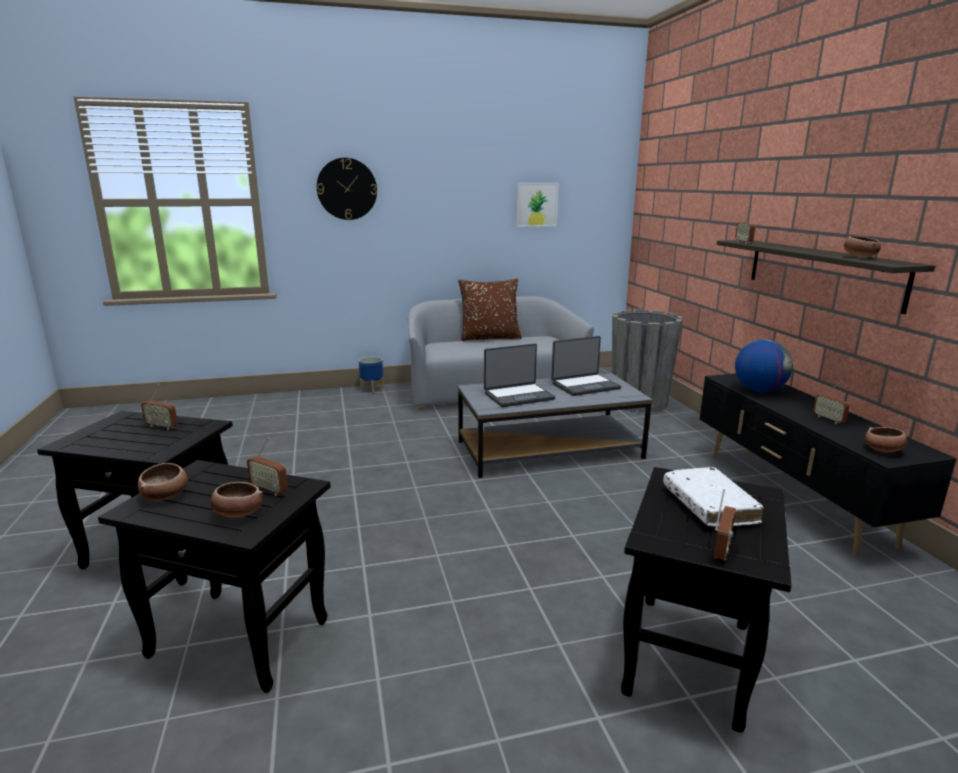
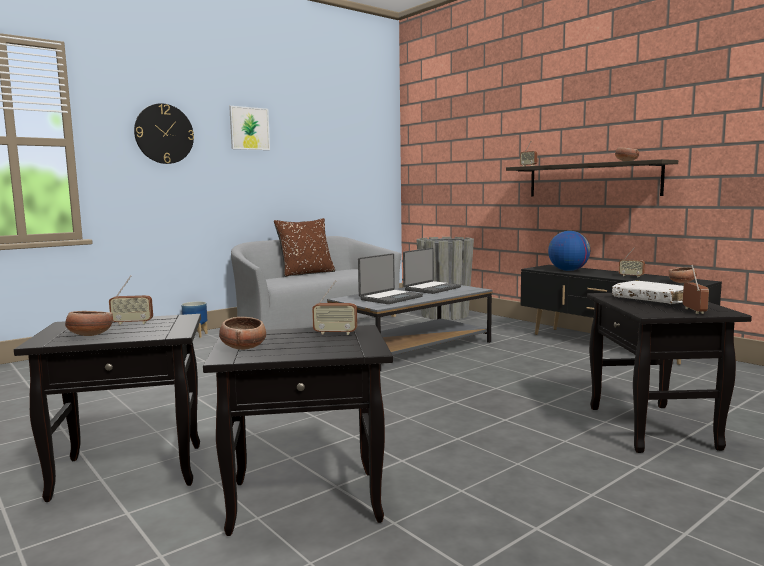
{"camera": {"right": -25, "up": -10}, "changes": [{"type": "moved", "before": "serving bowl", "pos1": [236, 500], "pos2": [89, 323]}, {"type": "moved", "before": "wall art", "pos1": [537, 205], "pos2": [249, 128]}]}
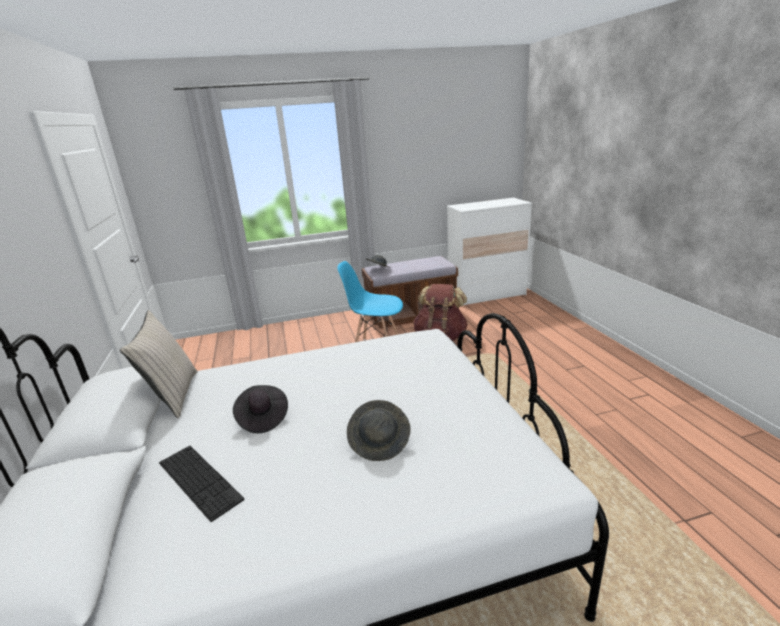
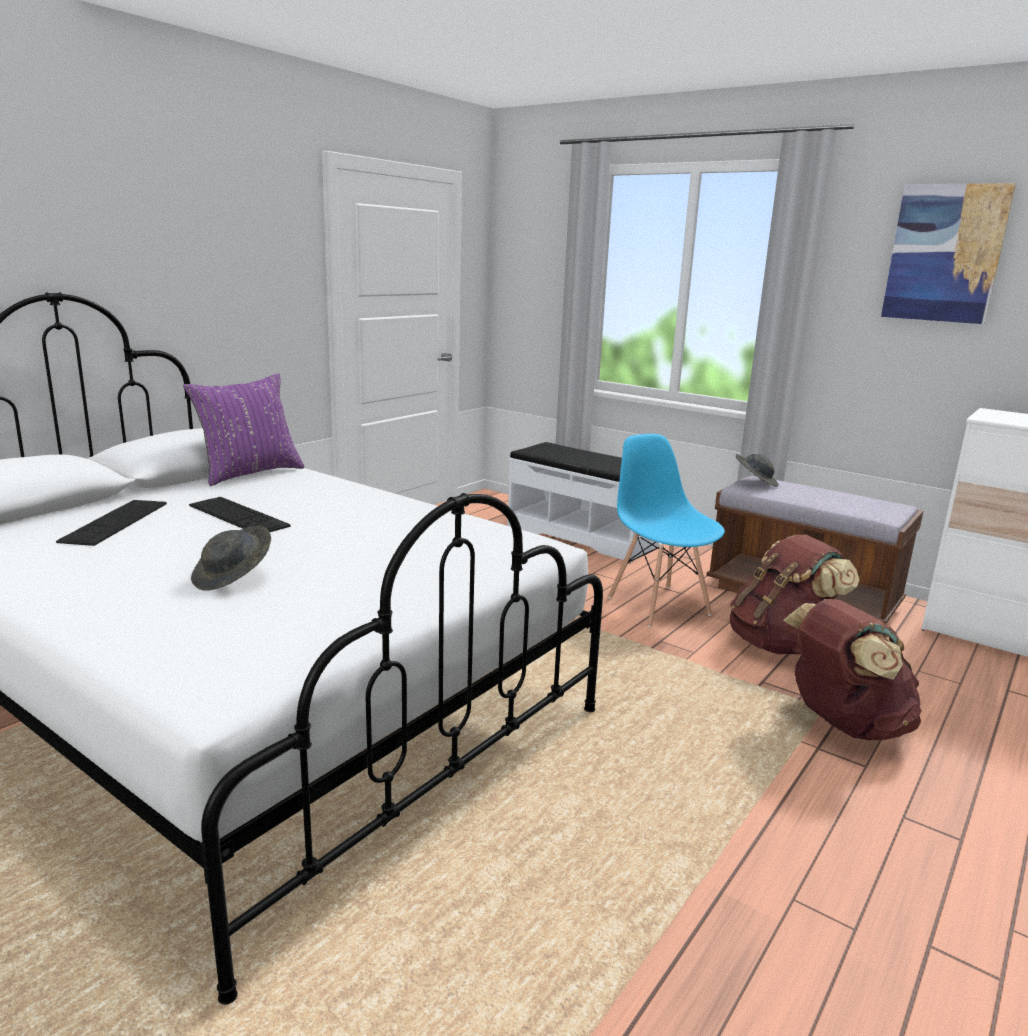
{"camera": {"right": 50, "up": -5}, "changes": [{"type": "recoloured", "before": "throw pillow (beige-coloured)", "after": "throw pillow (purple)", "pos1": [158, 364], "pos2": [243, 429]}, {"type": "replaced", "before": "clothing hat (black)", "after": "PC keyboard", "pos1": [260, 409], "pos2": [240, 514]}, {"type": "added", "after": "long seat (whitish)", "pos2": [583, 502]}, {"type": "added", "after": "knapsack (brown-coloured)", "pos2": [852, 669]}, {"type": "added", "after": "wall art", "pos2": [948, 253]}]}
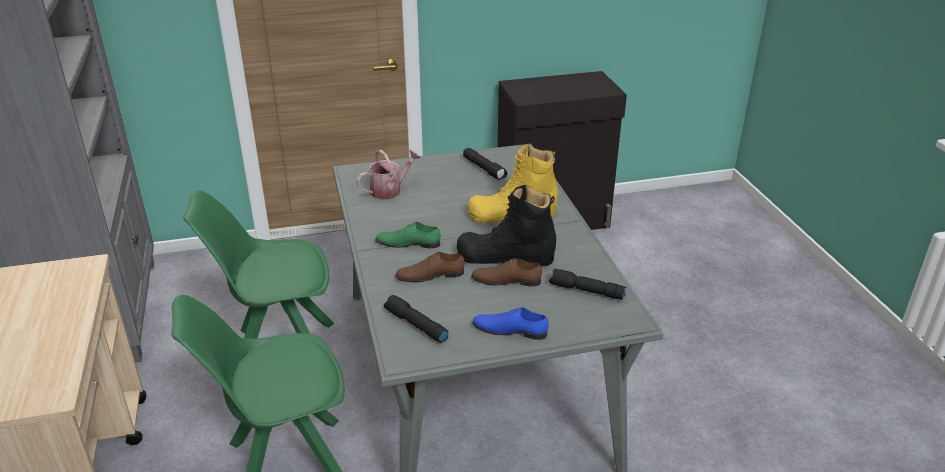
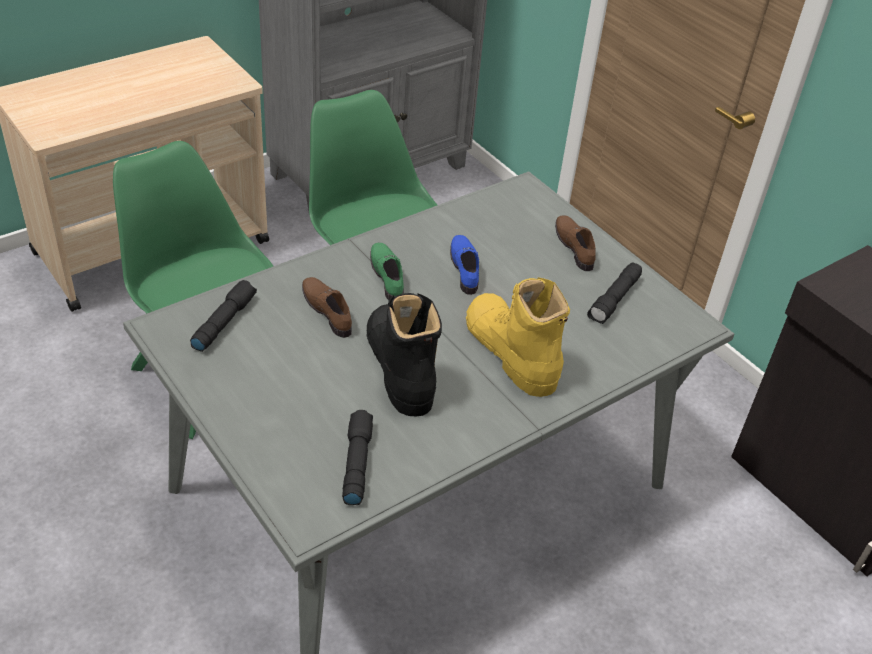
{"camera": {"right": 65, "up": 10}, "changes": [{"type": "removed", "before": "watering pot", "pos1": [389, 175]}, {"type": "moved", "before": "low shoe (brown-coloured)", "pos1": [506, 272], "pos2": [575, 243]}, {"type": "moved", "before": "low shoe (bluish)", "pos1": [510, 323], "pos2": [464, 265]}]}
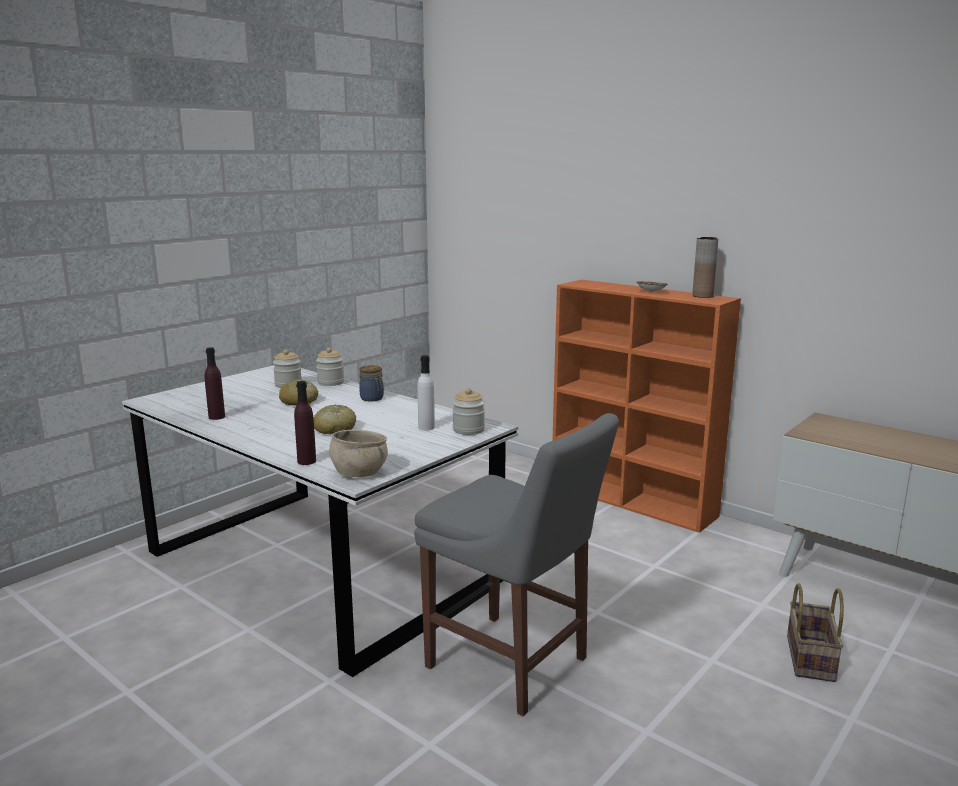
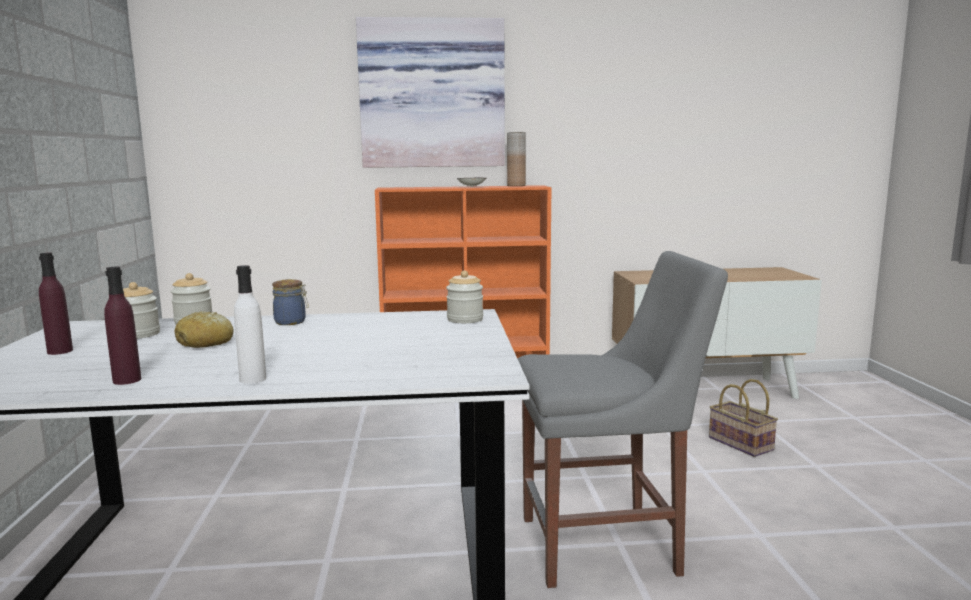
{"camera": {"right": -45, "up": -5}, "changes": [{"type": "moved", "before": "bottle (purple)", "pos1": [305, 423], "pos2": [56, 304]}, {"type": "removed", "before": "bread", "pos1": [334, 419]}, {"type": "removed", "before": "serving bowl (beige-coloured)", "pos1": [358, 453]}, {"type": "moved", "before": "bottle (whitish)", "pos1": [426, 393], "pos2": [250, 324]}, {"type": "added", "after": "wall art", "pos2": [430, 92]}]}
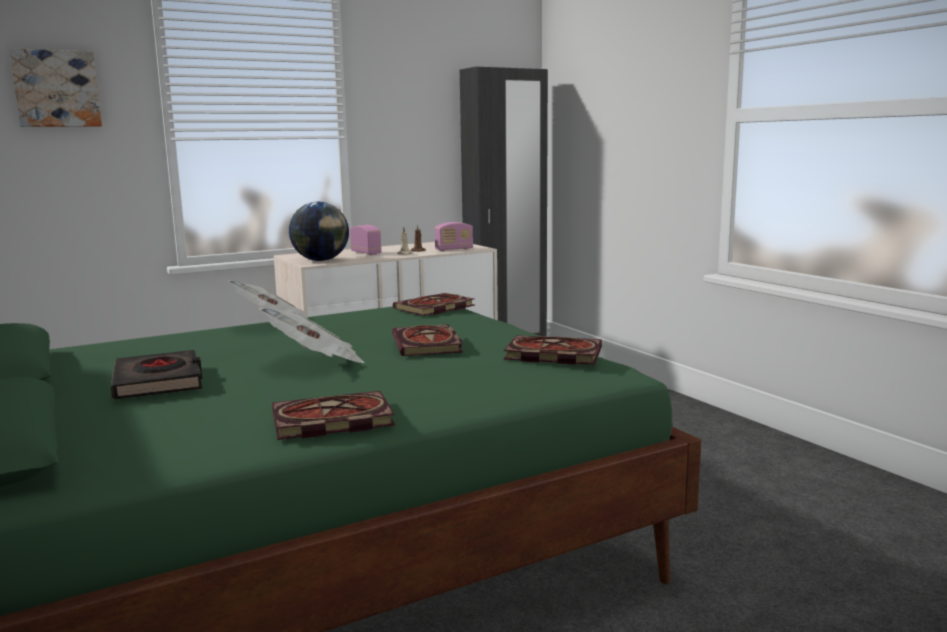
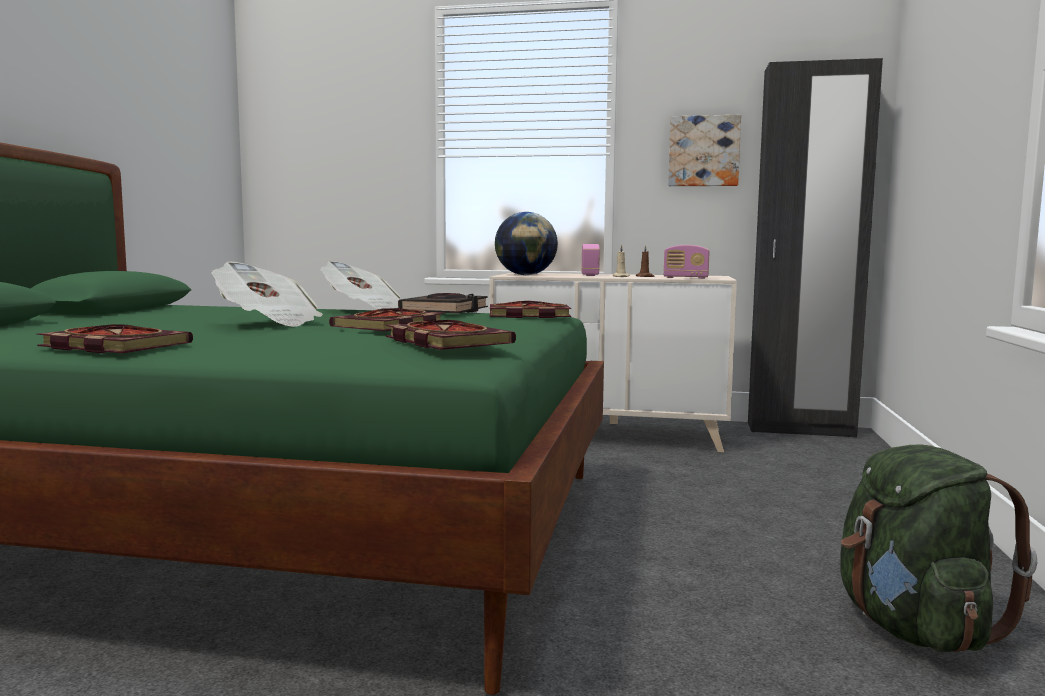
{"camera": {"right": 40, "up": -5}, "changes": [{"type": "moved", "before": "wall art", "pos1": [55, 87], "pos2": [704, 150]}, {"type": "moved", "before": "volume (black)", "pos1": [156, 374], "pos2": [443, 303]}, {"type": "added", "after": "knapsack (green)", "pos2": [939, 548]}]}
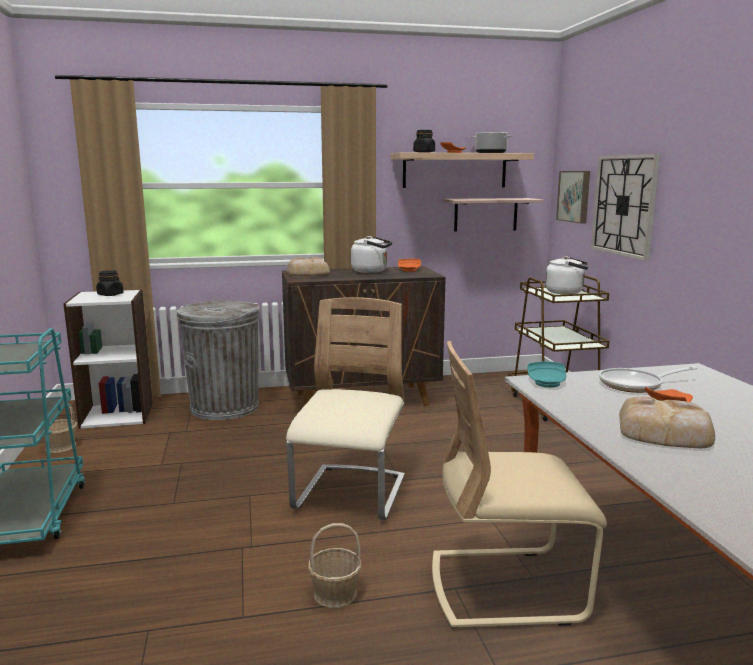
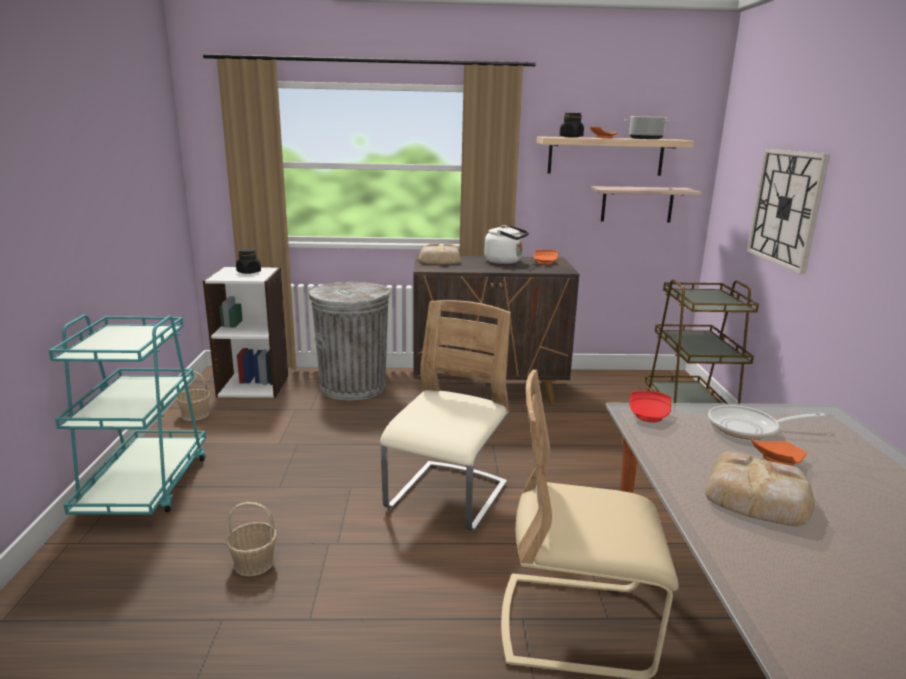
{"camera": {"right": 10, "up": 5}, "changes": [{"type": "moved", "before": "basket", "pos1": [334, 565], "pos2": [251, 539]}, {"type": "recoloured", "before": "flat dish (turquoise-coloured)", "after": "flat dish (reddish)", "pos1": [547, 374], "pos2": [650, 406]}, {"type": "removed", "before": "tea kettle (whitish)", "pos1": [566, 275]}, {"type": "removed", "before": "wall art", "pos1": [573, 197]}]}
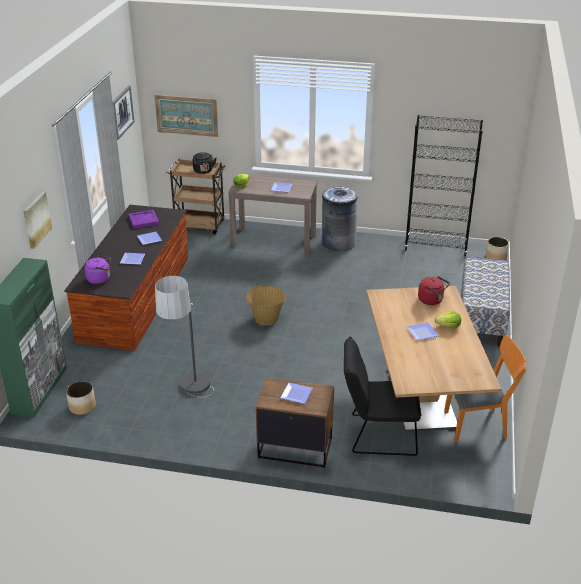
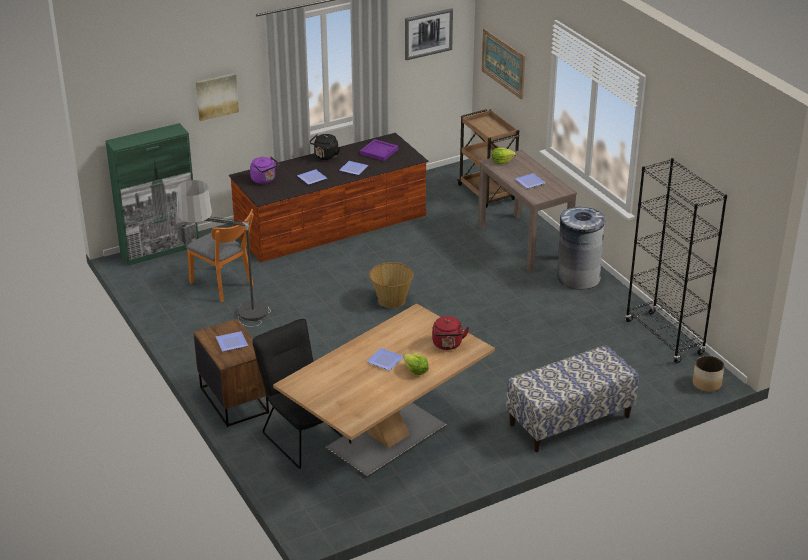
{"camera": {"right": 50, "up": 0}, "changes": [{"type": "removed", "before": "flower pot", "pos1": [81, 398]}, {"type": "moved", "before": "tea kettle (black)", "pos1": [204, 163], "pos2": [324, 147]}, {"type": "moved", "before": "plain chair (orange-coloured)", "pos1": [485, 388], "pos2": [220, 255]}]}
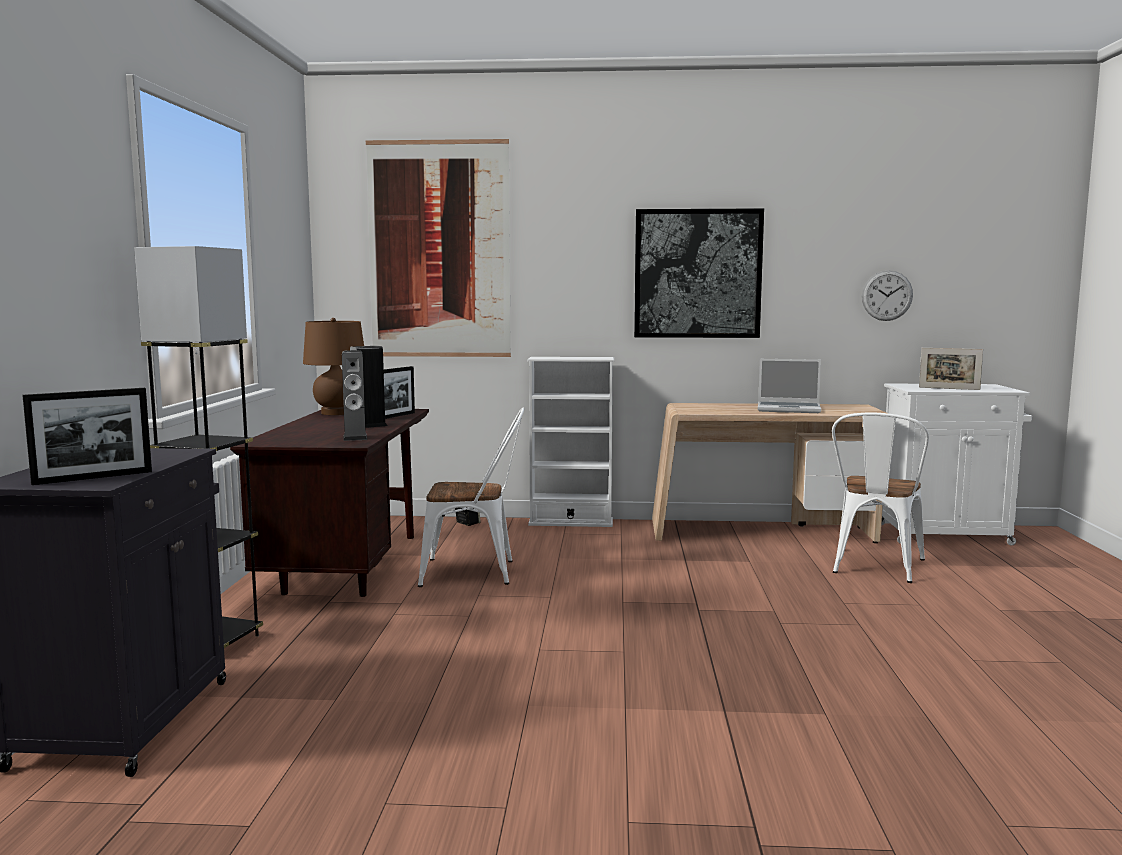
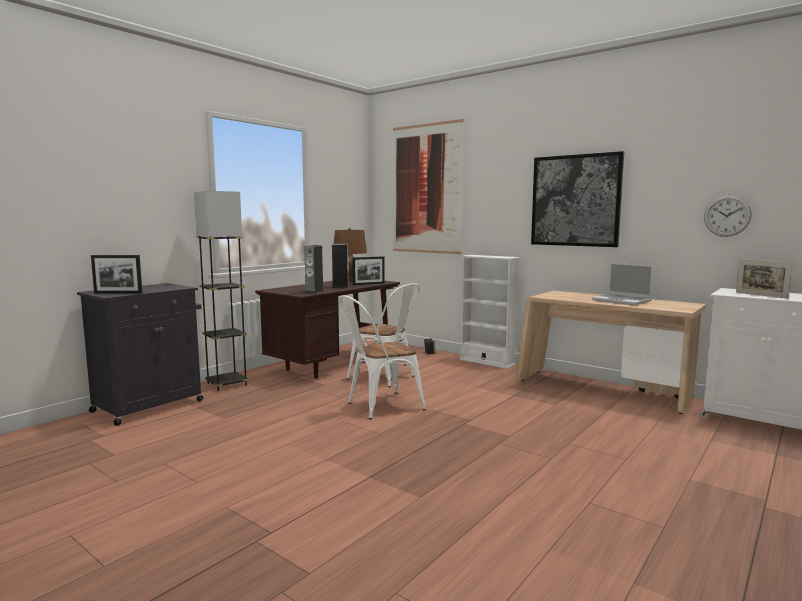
{"camera": {"right": 35, "up": 0}, "changes": [{"type": "moved", "before": "plain chair (whitish)", "pos1": [880, 498], "pos2": [382, 357]}]}
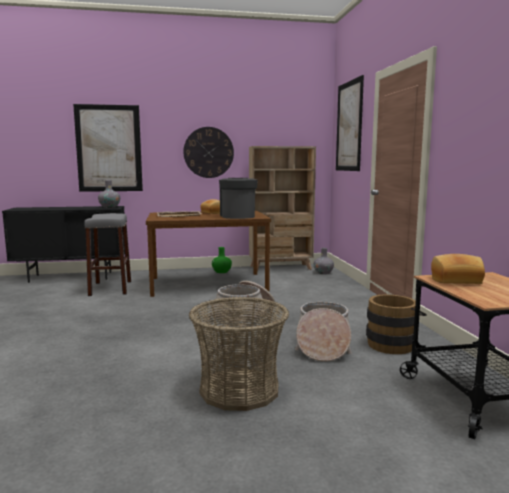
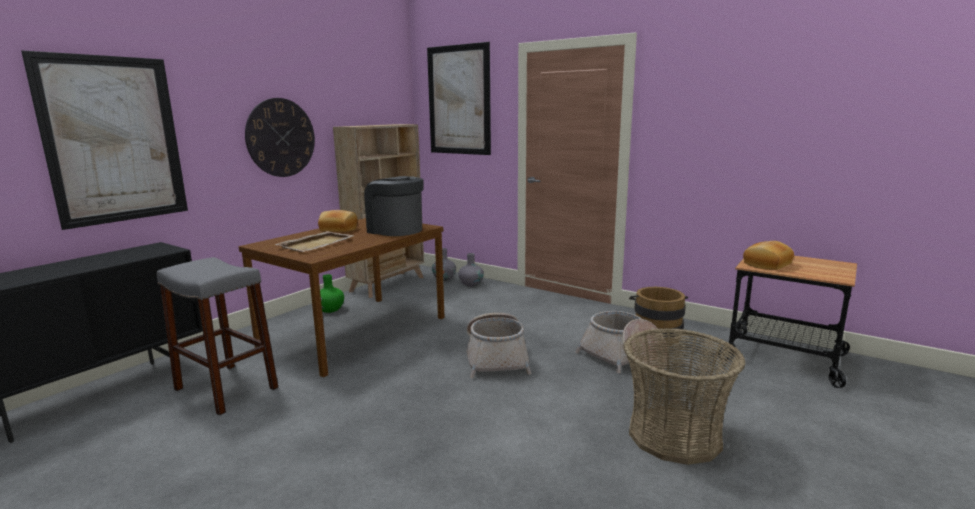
{"camera": {"right": -45, "up": 5}, "changes": [{"type": "moved", "before": "flower vase (gray)", "pos1": [109, 194], "pos2": [471, 270]}]}
